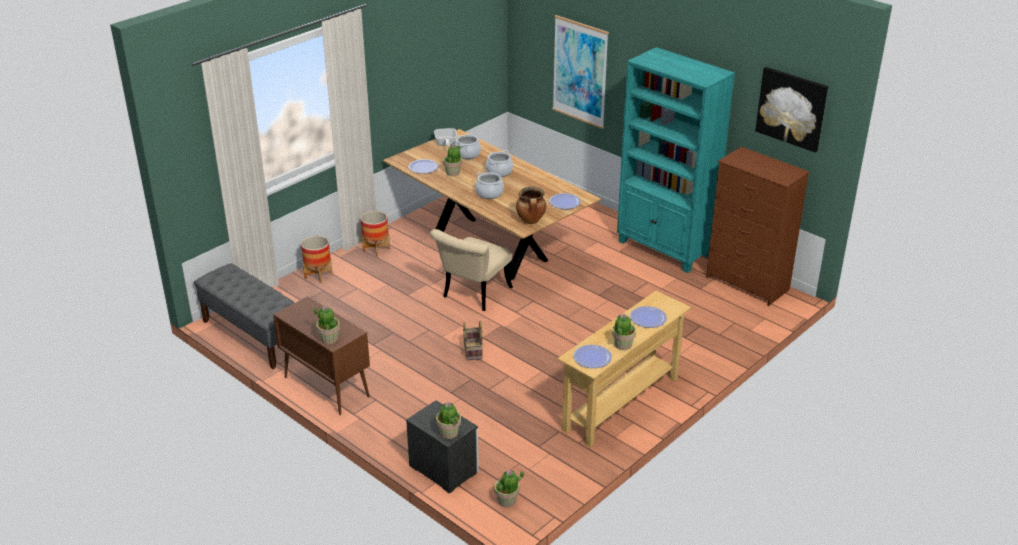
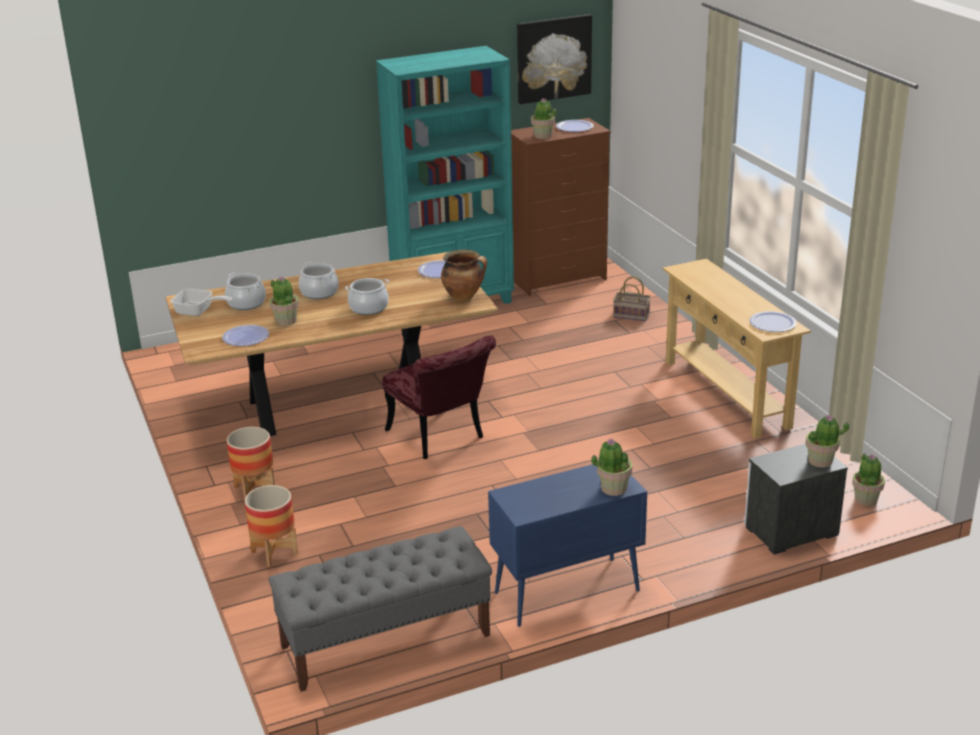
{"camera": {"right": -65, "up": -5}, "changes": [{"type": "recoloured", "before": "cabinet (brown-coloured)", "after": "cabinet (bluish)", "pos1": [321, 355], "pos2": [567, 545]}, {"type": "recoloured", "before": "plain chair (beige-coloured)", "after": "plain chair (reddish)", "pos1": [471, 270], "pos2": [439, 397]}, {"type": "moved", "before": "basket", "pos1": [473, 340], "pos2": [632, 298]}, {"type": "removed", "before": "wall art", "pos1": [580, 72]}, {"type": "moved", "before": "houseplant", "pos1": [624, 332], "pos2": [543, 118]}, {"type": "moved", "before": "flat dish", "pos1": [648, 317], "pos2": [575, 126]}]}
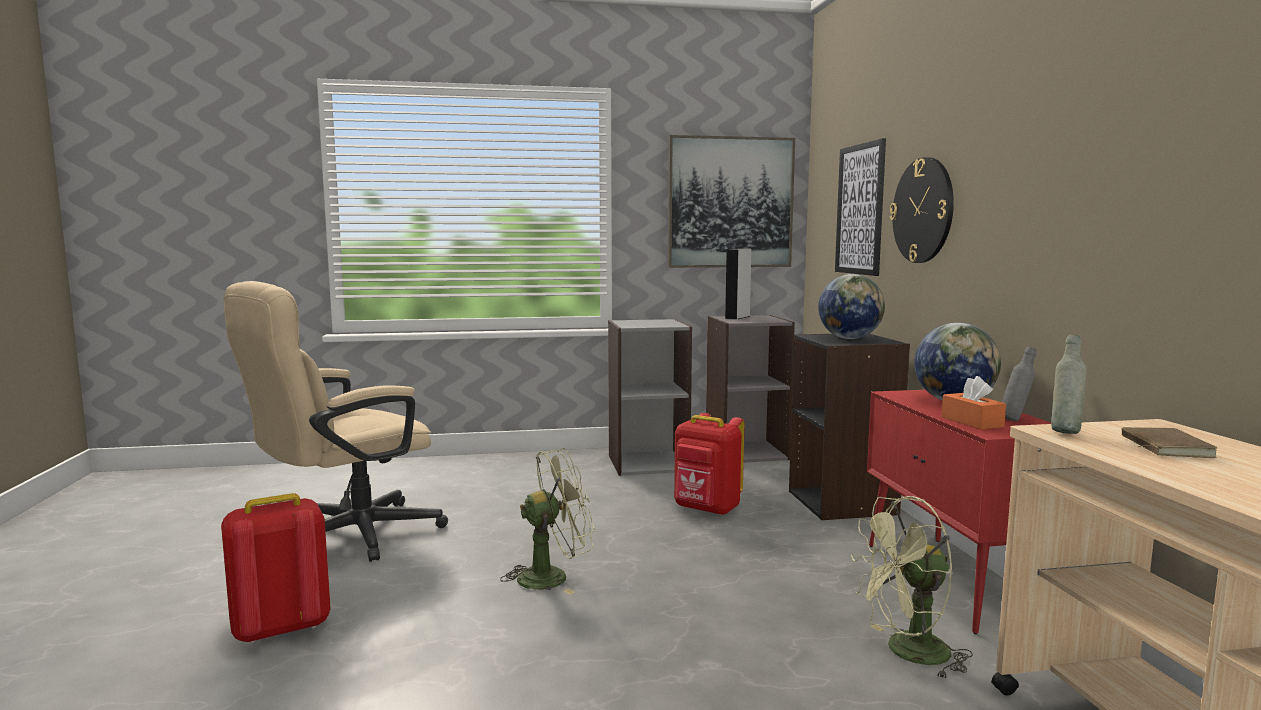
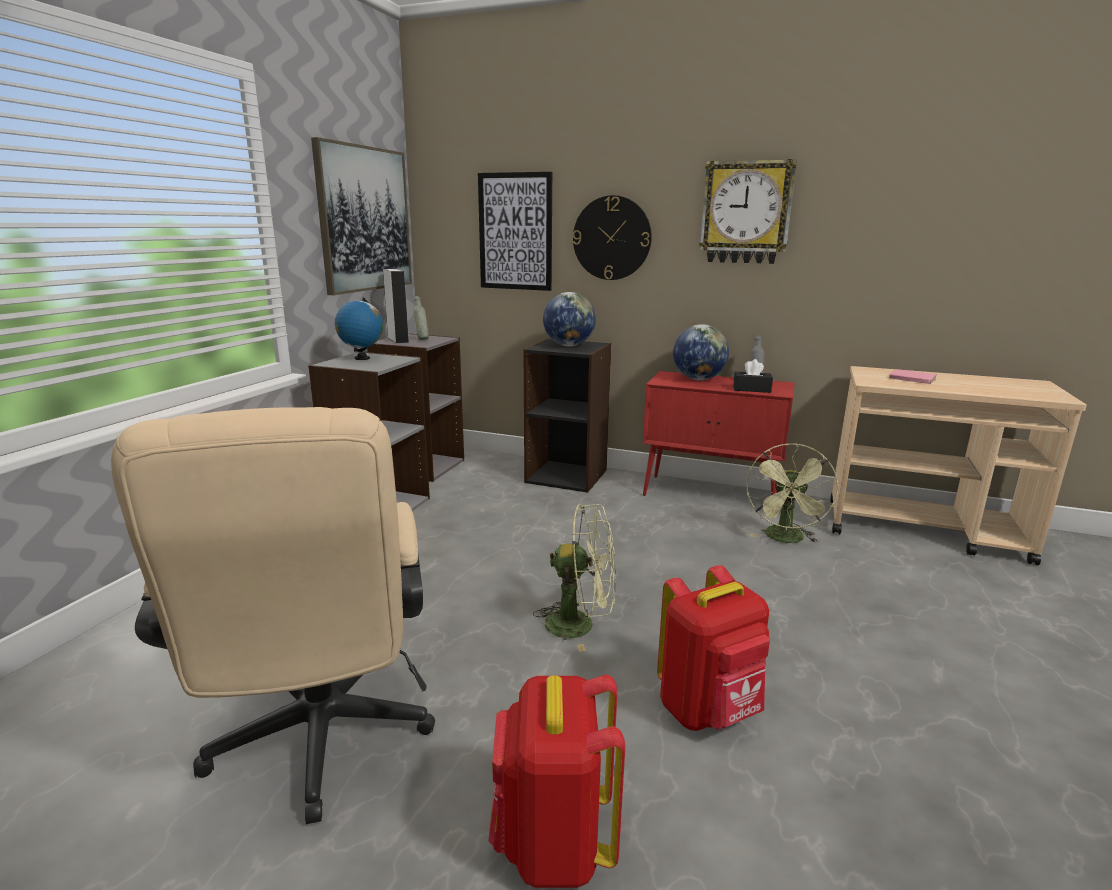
{"camera": {"right": -60, "up": 10}, "changes": [{"type": "turned", "before": "cooling fan (green)", "pos1": [547, 521], "pos2": [574, 578], "turn": 90}, {"type": "moved", "before": "knapsack (reddish)", "pos1": [709, 464], "pos2": [713, 648]}, {"type": "recoloured", "before": "box of tissues (orange-coloured)", "after": "box of tissues (black)", "pos1": [974, 403], "pos2": [753, 376]}, {"type": "moved", "before": "bottle (gray)", "pos1": [1069, 384], "pos2": [421, 318]}, {"type": "recoloured", "before": "volume (brown-coloured)", "after": "volume (pinkish)", "pos1": [1169, 442], "pos2": [913, 376]}, {"type": "added", "after": "desk globe", "pos2": [359, 329]}, {"type": "added", "after": "wall clock", "pos2": [748, 211]}]}
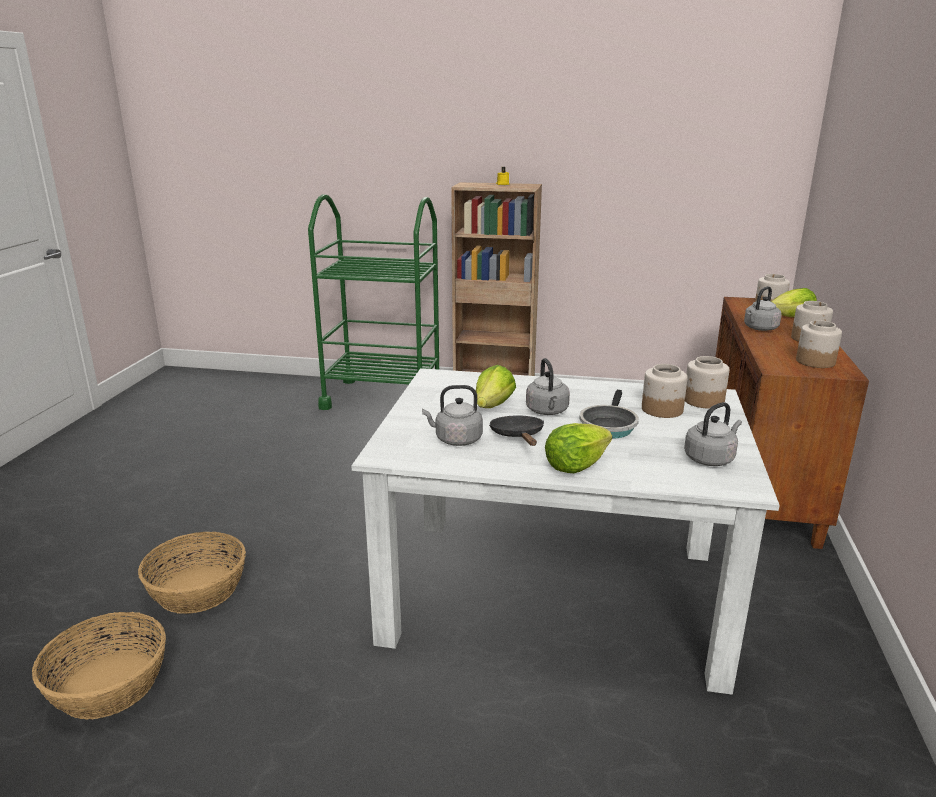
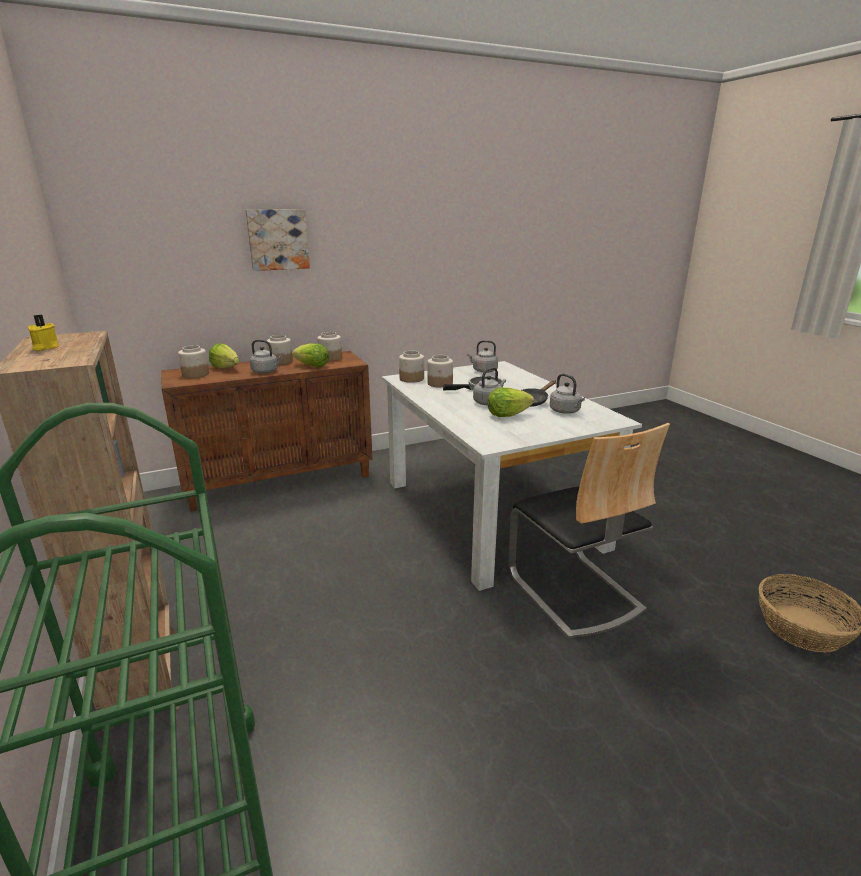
{"camera": {"right": -125, "up": 0}, "changes": [{"type": "removed", "before": "basket", "pos1": [192, 573]}, {"type": "moved", "before": "lettuce head", "pos1": [578, 448], "pos2": [310, 355]}, {"type": "added", "after": "wall art", "pos2": [278, 240]}, {"type": "added", "after": "plain chair", "pos2": [589, 531]}]}
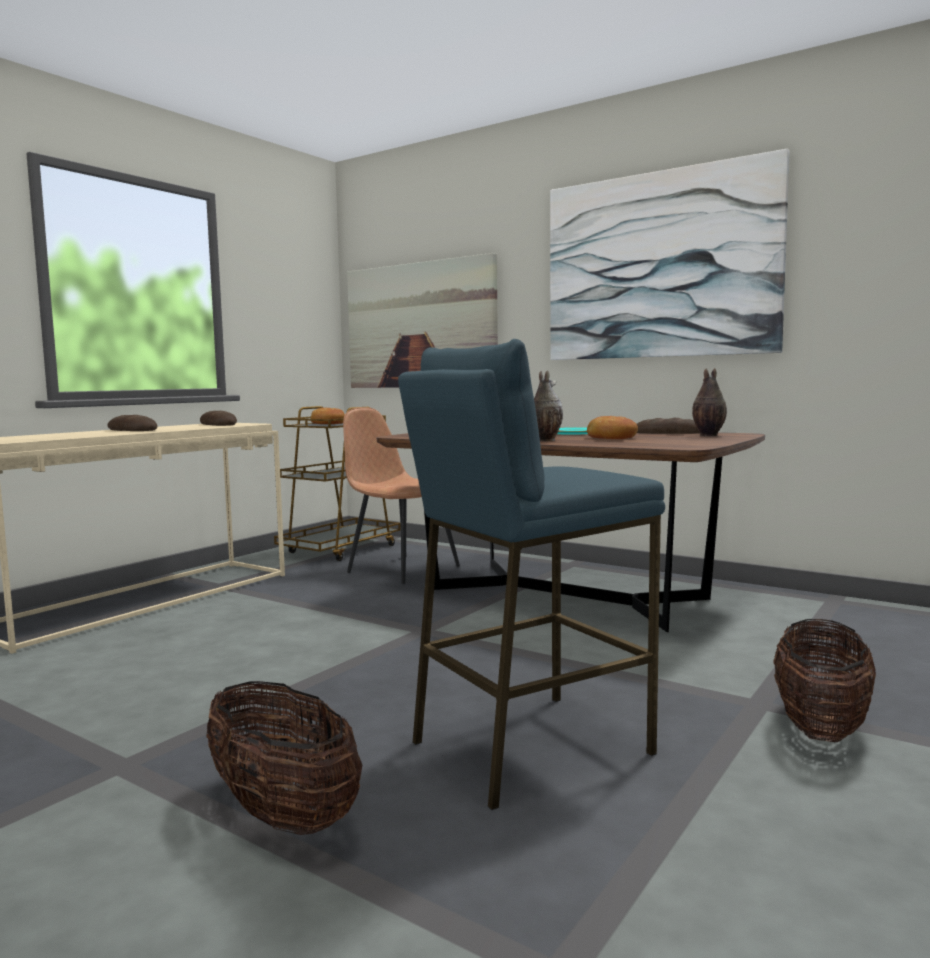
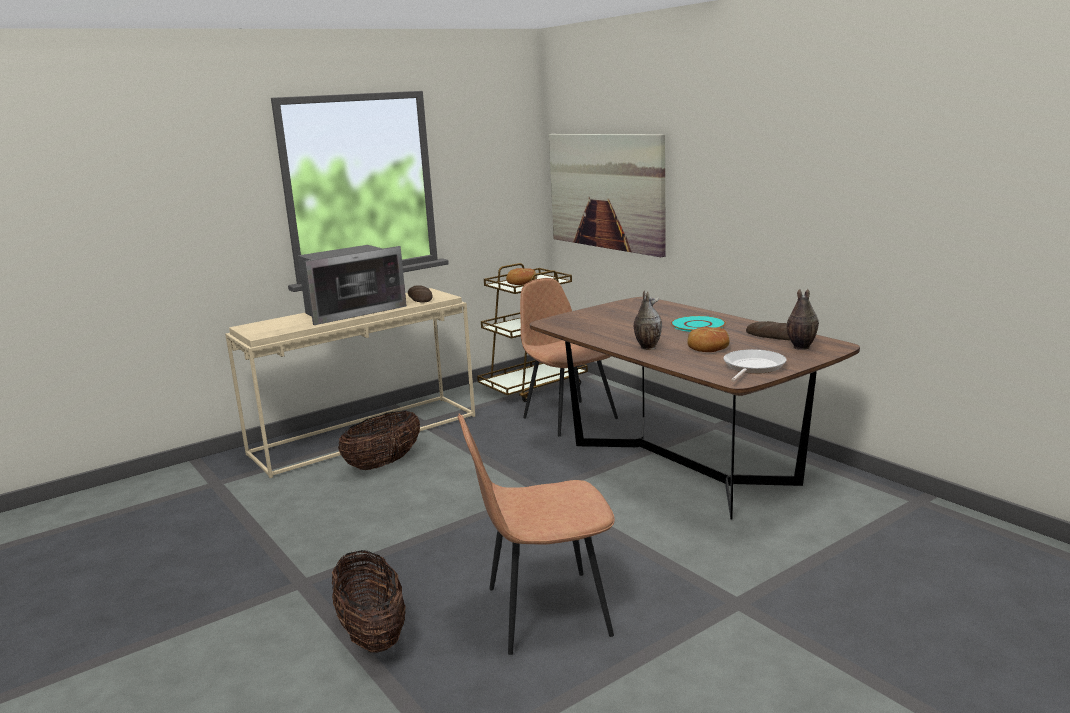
{"camera": {"right": 20, "up": 10}, "changes": [{"type": "replaced", "before": "bread", "after": "kitchen microwave", "pos1": [132, 423], "pos2": [352, 285]}, {"type": "replaced", "before": "stool (bluish)", "after": "plain chair (brown-coloured)", "pos1": [531, 574], "pos2": [536, 534]}, {"type": "removed", "before": "wall art", "pos1": [670, 254]}, {"type": "moved", "before": "basket", "pos1": [825, 680], "pos2": [379, 440]}, {"type": "added", "after": "frying pan", "pos2": [754, 365]}]}
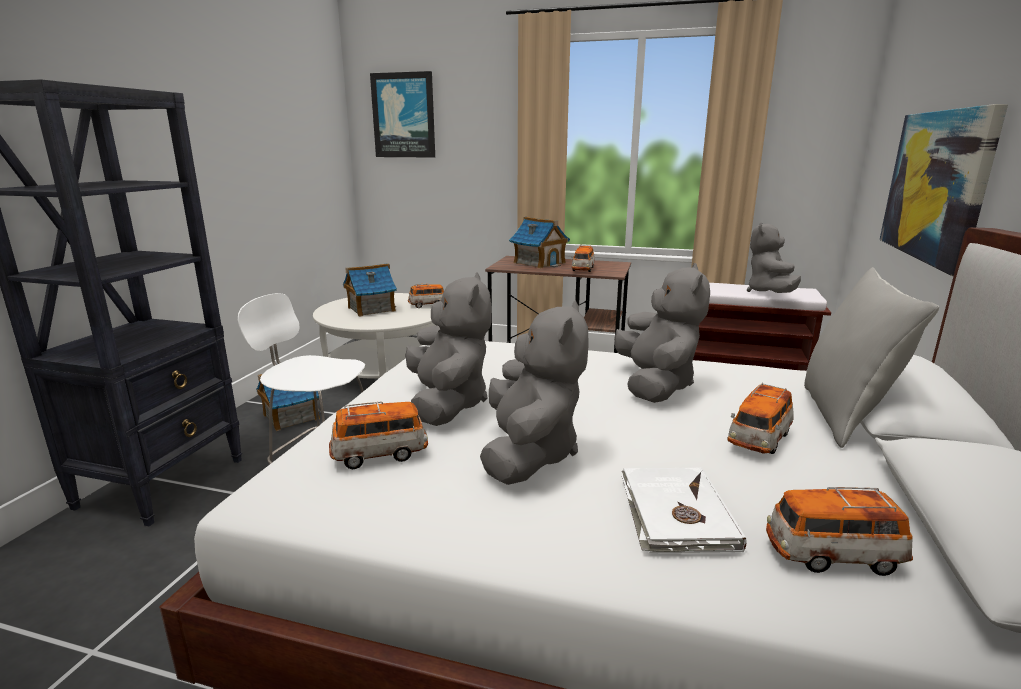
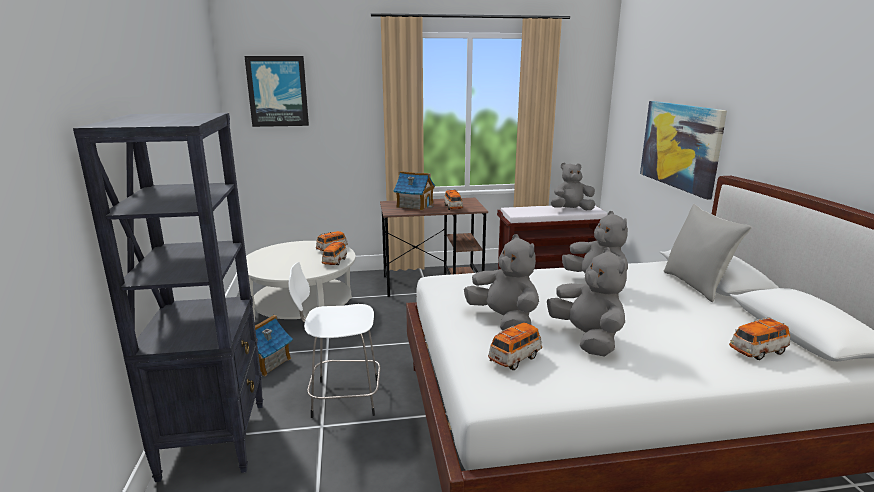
{"camera": {"right": -25, "up": 0}, "changes": [{"type": "removed", "before": "miniature house", "pos1": [370, 290]}, {"type": "removed", "before": "volume (whitish)", "pos1": [684, 510]}, {"type": "moved", "before": "toy car", "pos1": [760, 418], "pos2": [334, 253]}, {"type": "turned", "before": "plush toy (gray)", "pos1": [774, 257], "pos2": [573, 186], "turn": 90}]}
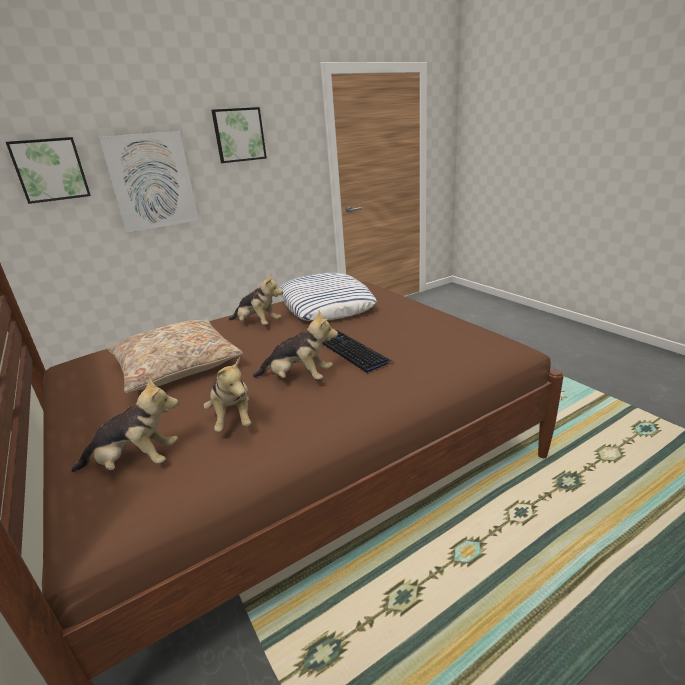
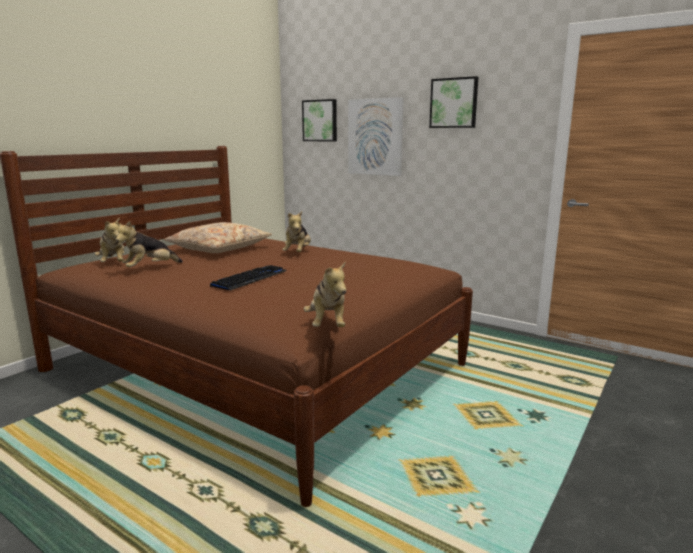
{"camera": {"right": 65, "up": -10}, "changes": [{"type": "moved", "before": "plush toy", "pos1": [295, 345], "pos2": [325, 294]}, {"type": "removed", "before": "throw pillow", "pos1": [328, 297]}]}
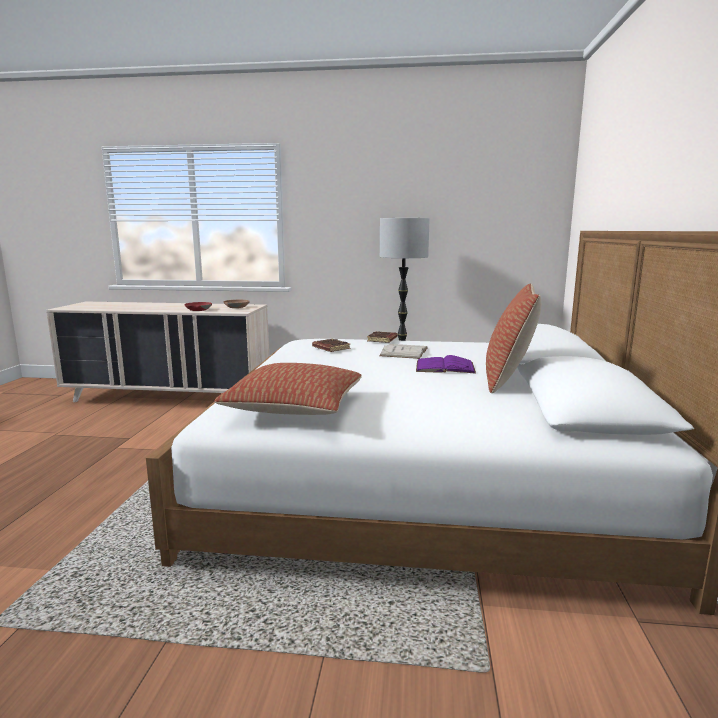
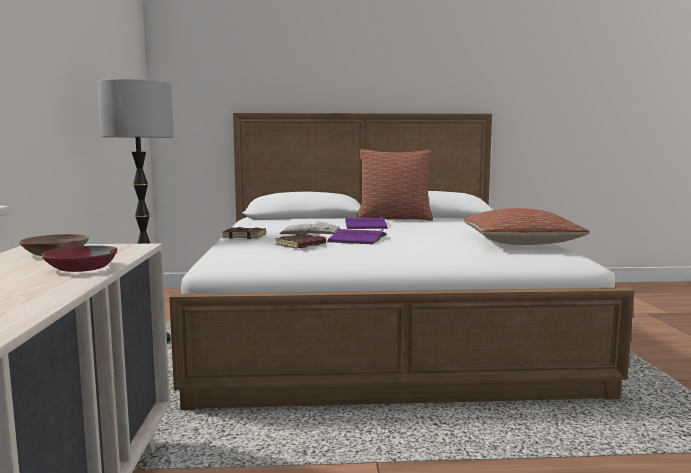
{"camera": {"right": -100, "up": -5}, "changes": [{"type": "added", "after": "volume (purple)", "pos2": [357, 236]}]}
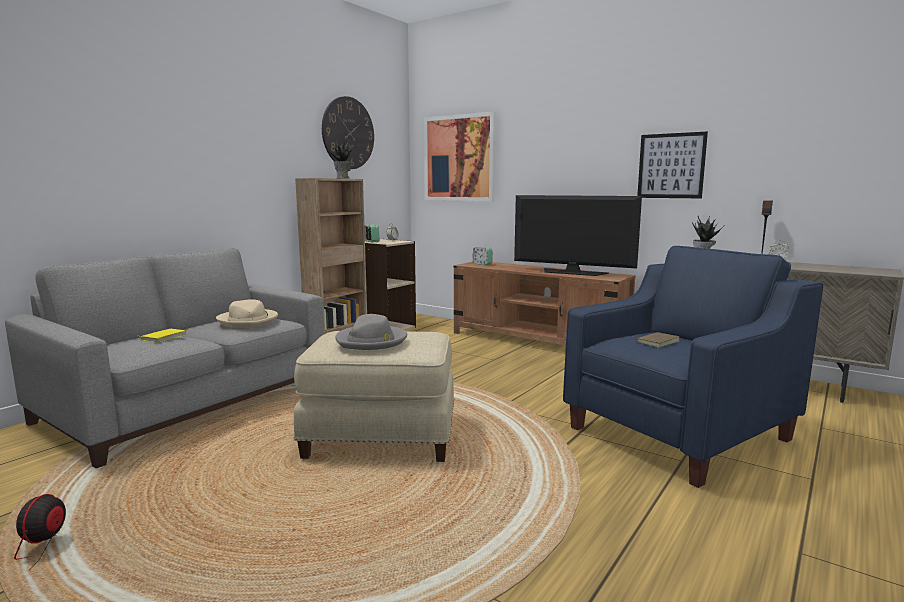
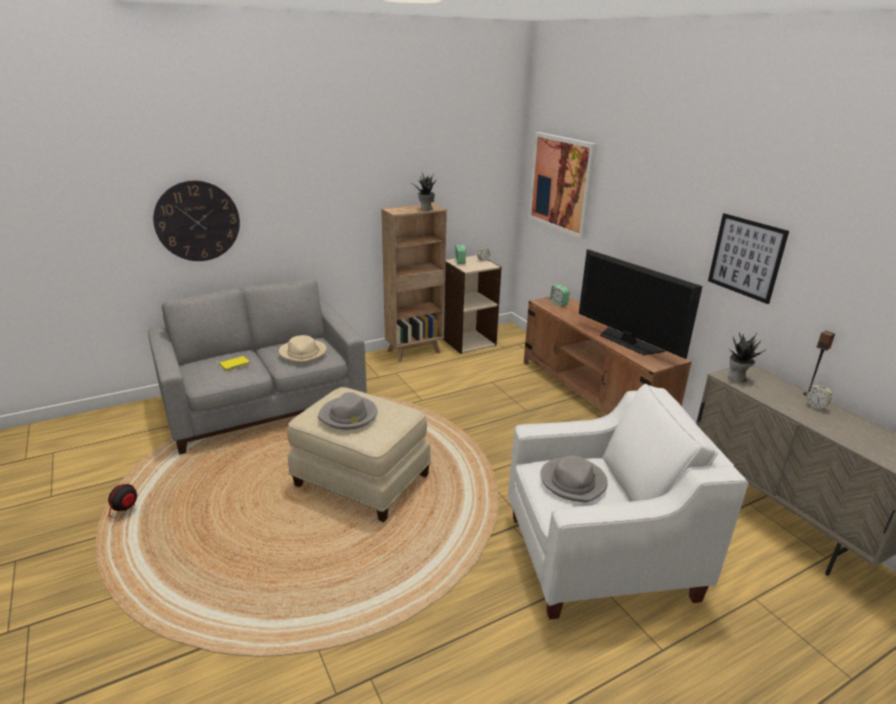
{"camera": {"right": 25, "up": 15}, "changes": [{"type": "moved", "before": "wall clock", "pos1": [348, 132], "pos2": [196, 221]}, {"type": "recoloured", "before": "easy chair (bluish)", "after": "easy chair (whitish)", "pos1": [693, 367], "pos2": [628, 502]}, {"type": "replaced", "before": "volume (brown-coloured)", "after": "clothing hat (gray)", "pos1": [657, 340], "pos2": [574, 479]}]}
